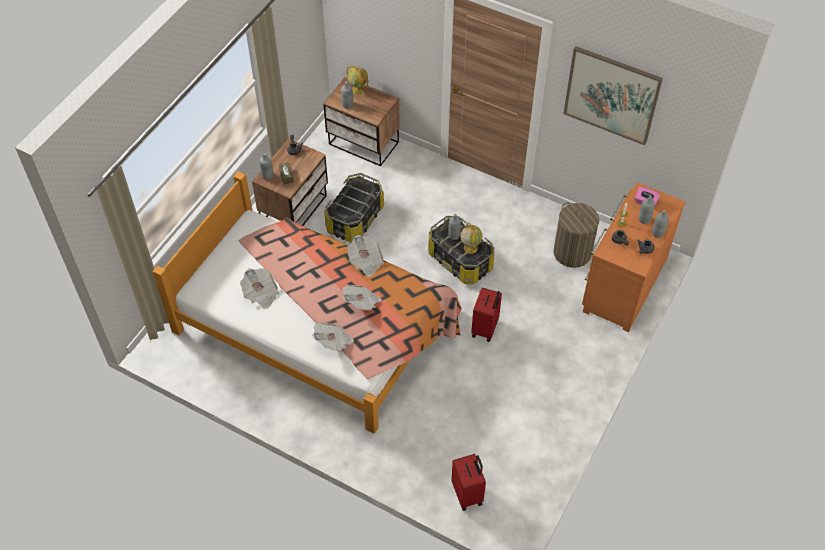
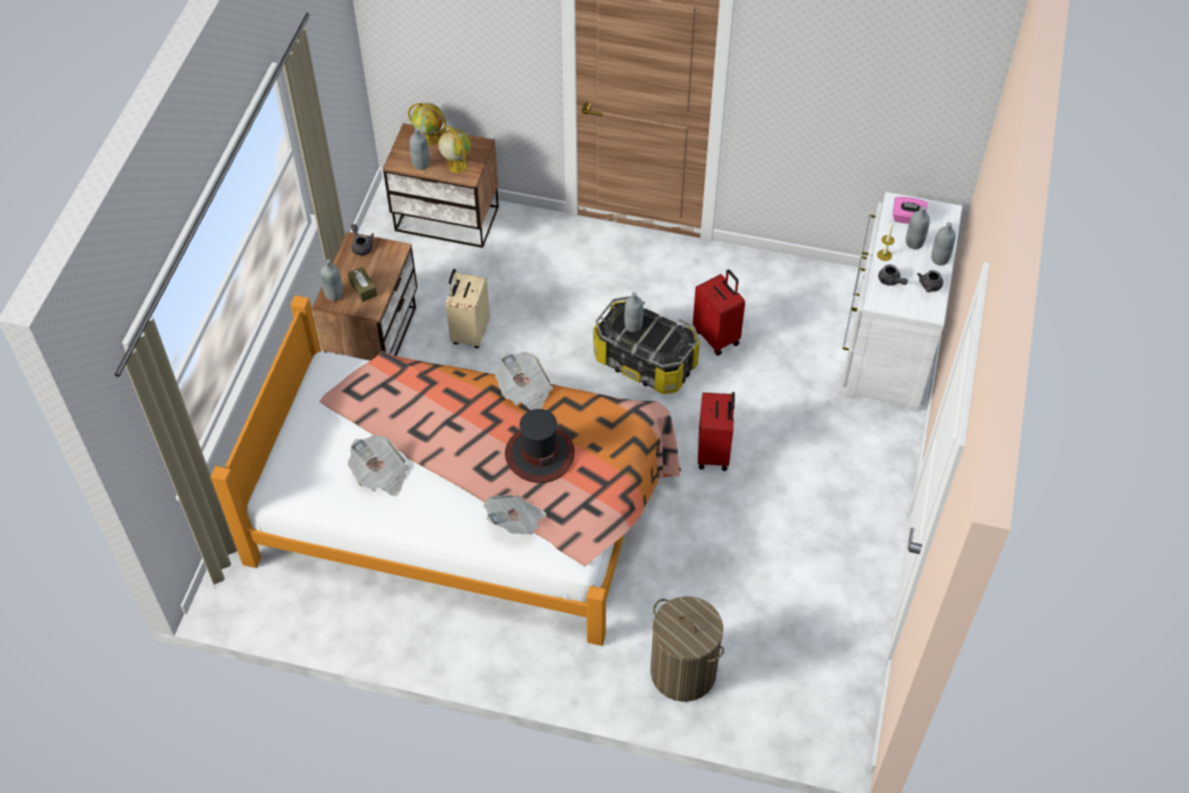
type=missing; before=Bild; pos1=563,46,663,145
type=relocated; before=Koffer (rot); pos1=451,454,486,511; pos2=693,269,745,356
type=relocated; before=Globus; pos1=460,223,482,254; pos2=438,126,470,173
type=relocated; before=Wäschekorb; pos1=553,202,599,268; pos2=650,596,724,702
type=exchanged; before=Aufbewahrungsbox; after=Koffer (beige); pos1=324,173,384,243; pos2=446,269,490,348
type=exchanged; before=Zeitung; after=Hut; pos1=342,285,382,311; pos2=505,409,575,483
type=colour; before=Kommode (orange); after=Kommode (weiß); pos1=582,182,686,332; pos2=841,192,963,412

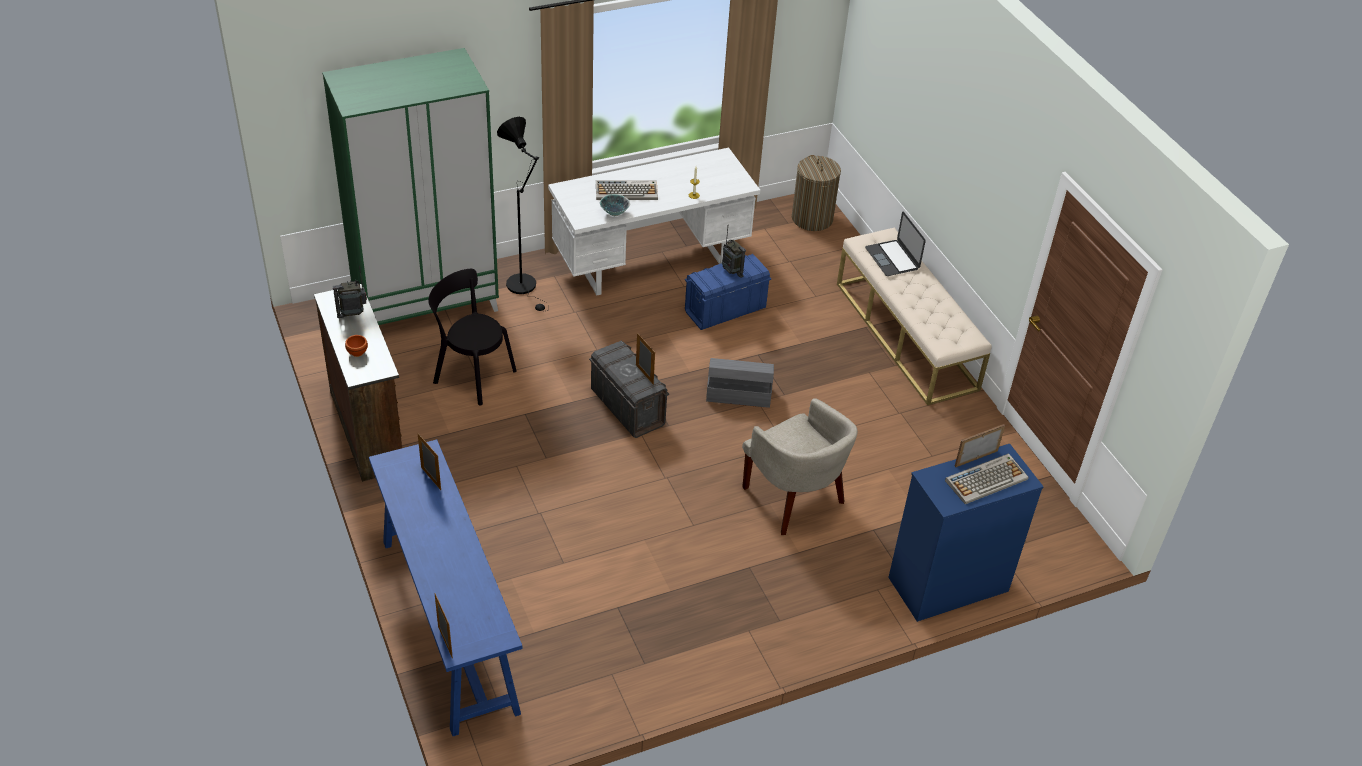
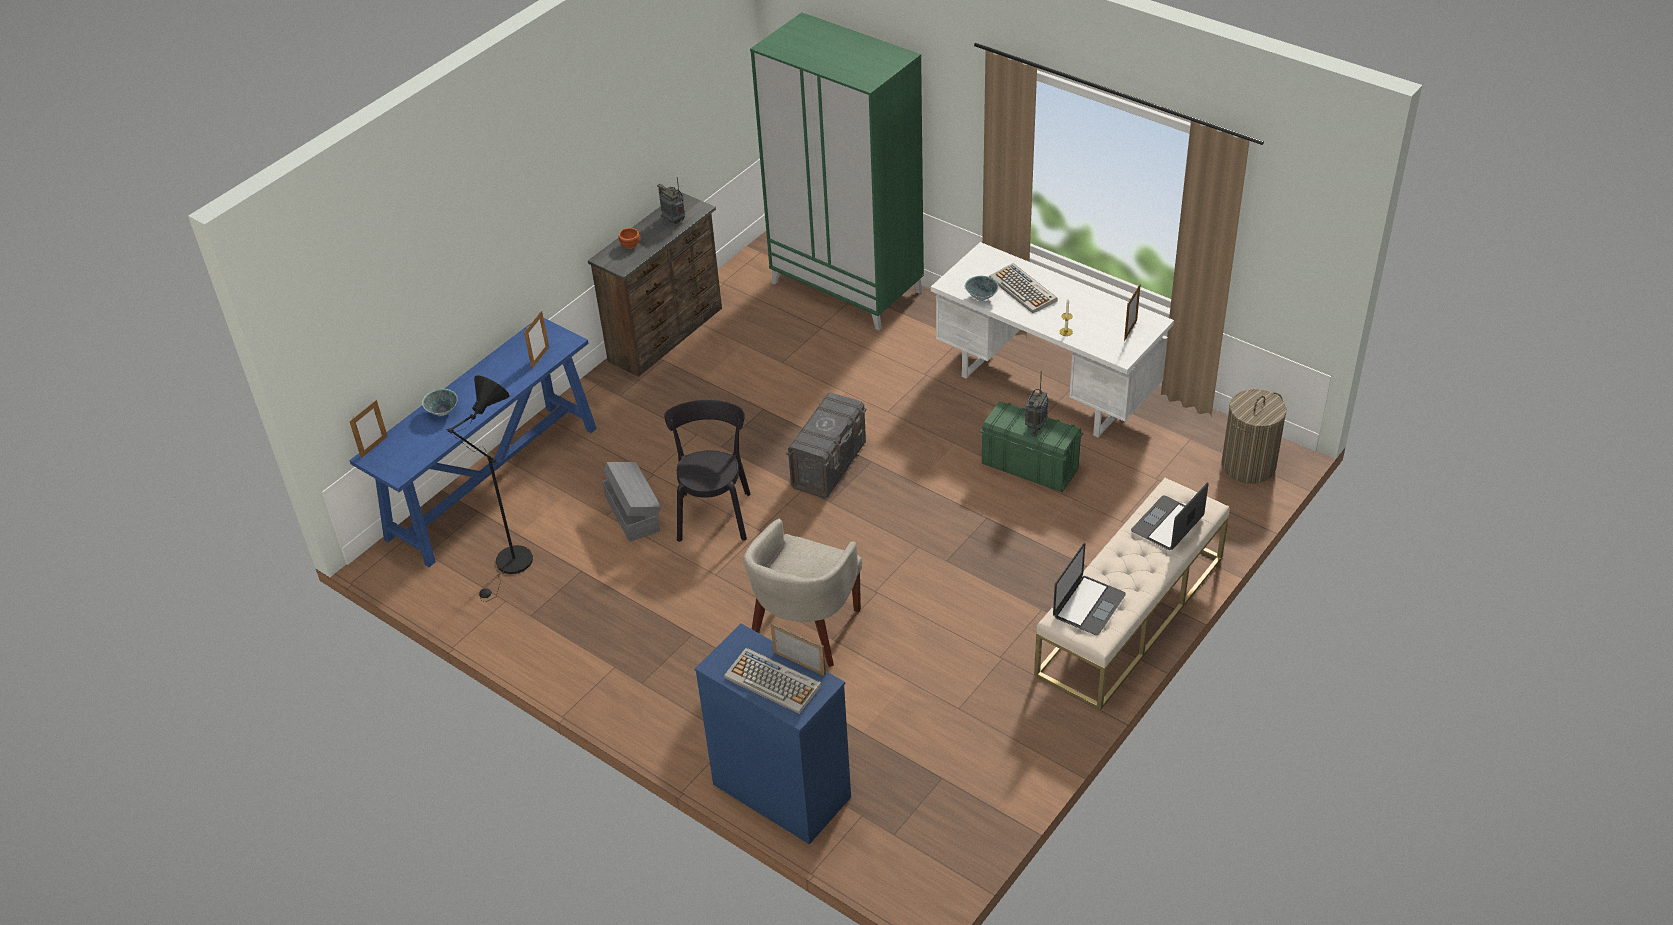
type=appeared; after=Schüssel; pos2=422,389,458,416
type=appeared; after=Laptop; pos2=1053,543,1126,635
type=relocated; before=Stuhl (schwarz); pos1=428,269,517,406; pos2=664,400,750,542
type=relocated; before=Stehlampe (schwarz); pos1=497,117,549,311; pos2=446,375,533,602
type=relocated; before=Bilderrahmen; pos1=636,333,655,385; pos2=1124,283,1141,341
type=relocated; before=Aufbewahrungsbox (grau); pos1=706,358,774,408; pos2=602,462,661,542
type=colour; before=Aufbewahrungsbox (blau); after=Aufbewahrungsbox (grün); pos1=685,254,771,330; pos2=980,401,1083,492

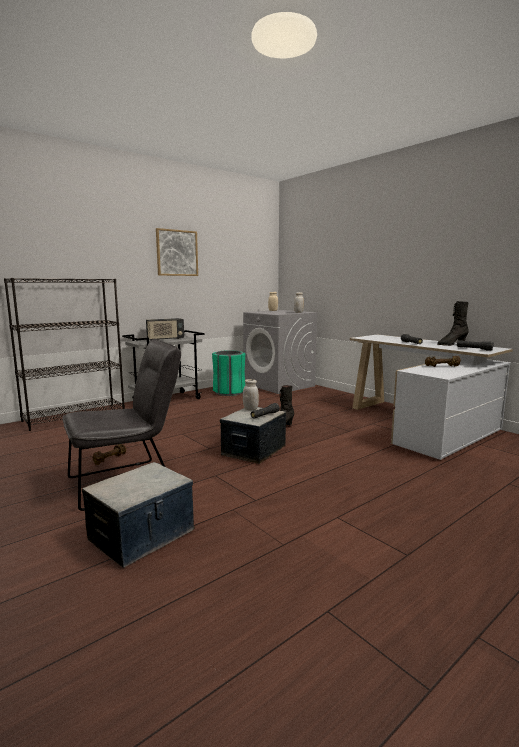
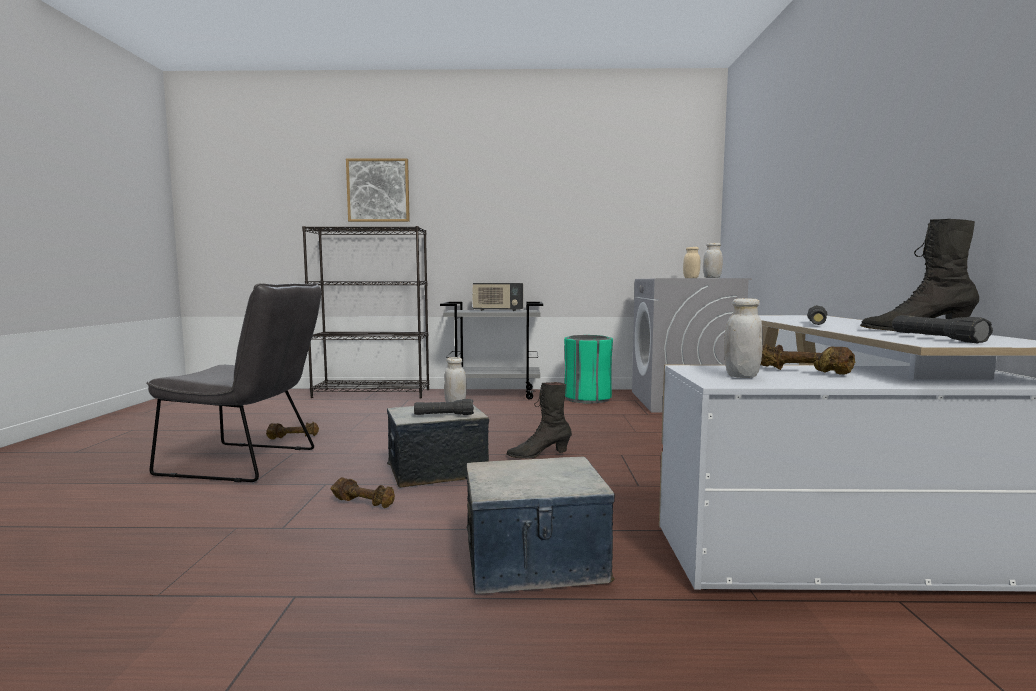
type=appeared; after=Hantel (braun); pos2=330,477,395,508
type=appeared; after=Vorratsglas (weiß); pos2=724,298,763,378
type=relocated; before=Aufbewahrungsbox; pos1=82,462,195,568; pos2=466,457,615,594
type=relocated; before=Bild; pos1=156,228,198,276; pos2=346,158,410,222

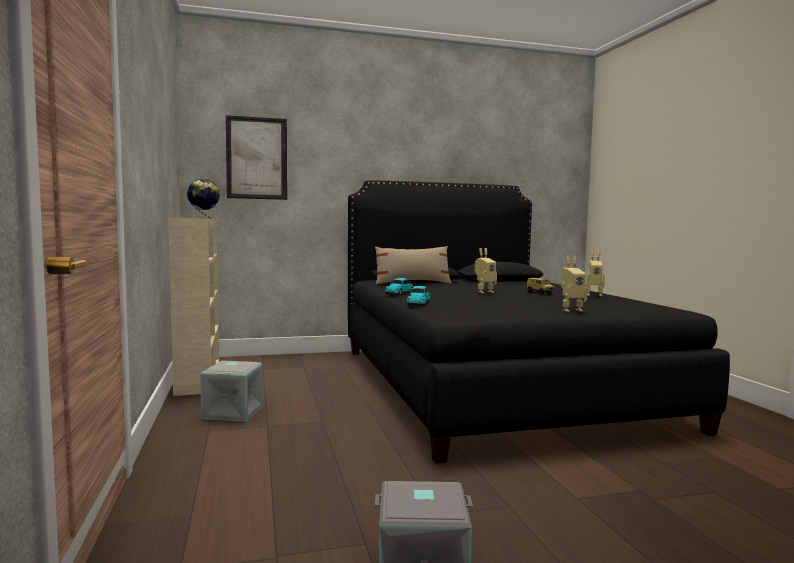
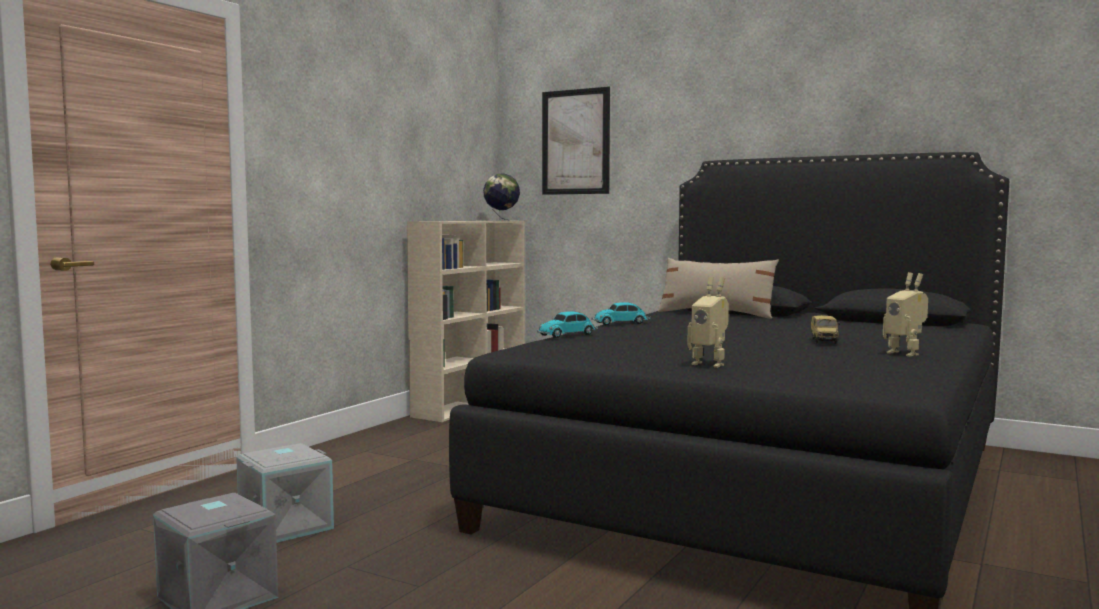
type=missing; before=Spielzeugroboter; pos1=475,248,497,293
type=relocated; before=Aufbewahrungsbox (grau); pos1=200,361,263,422; pos2=236,443,334,543

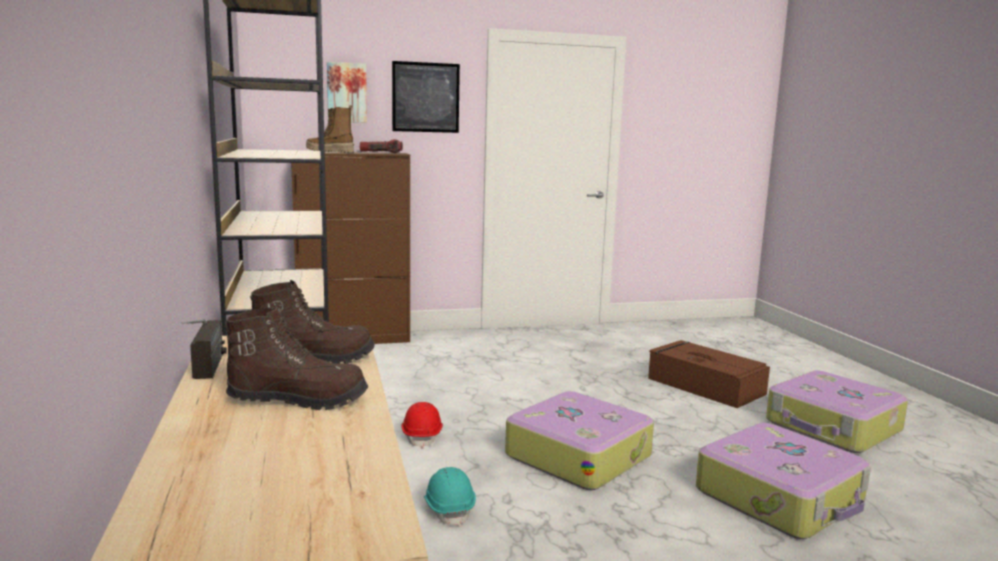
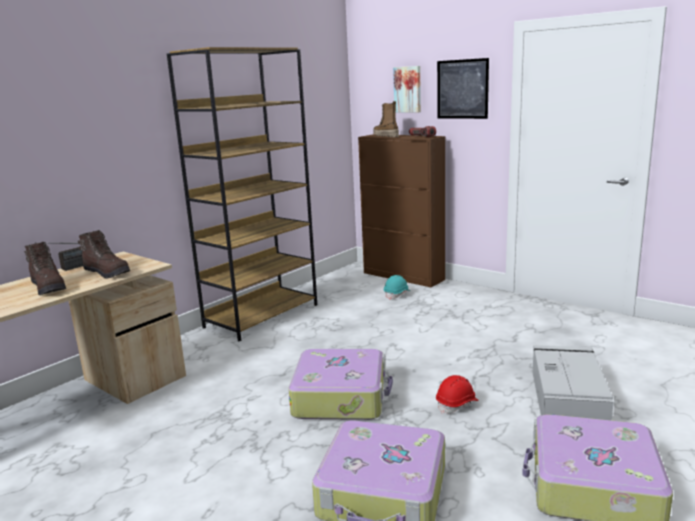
type=relocated; before=Schutzhelm (rot); pos1=402,402,443,448; pos2=436,375,479,414
type=relocated; before=Schutzhelm (türkis); pos1=424,467,476,527; pos2=384,275,410,300
type=colour; before=Aufbewahrungsbox (braun); after=Aufbewahrungsbox (grau); pos1=648,340,770,408; pos2=533,345,613,421

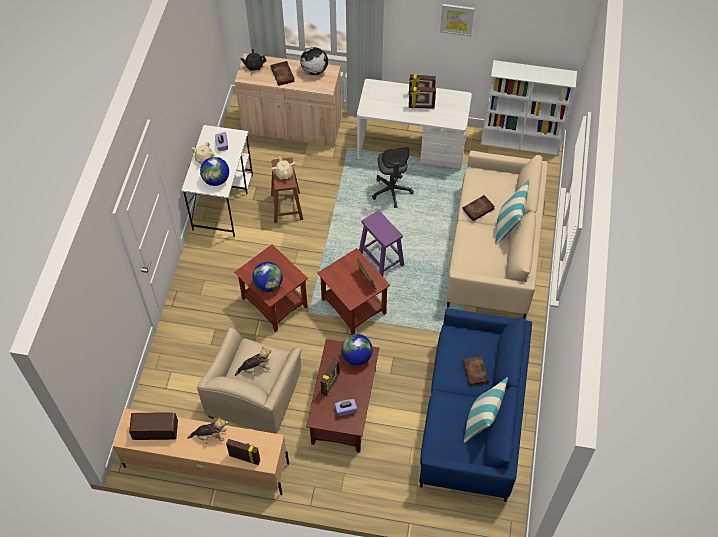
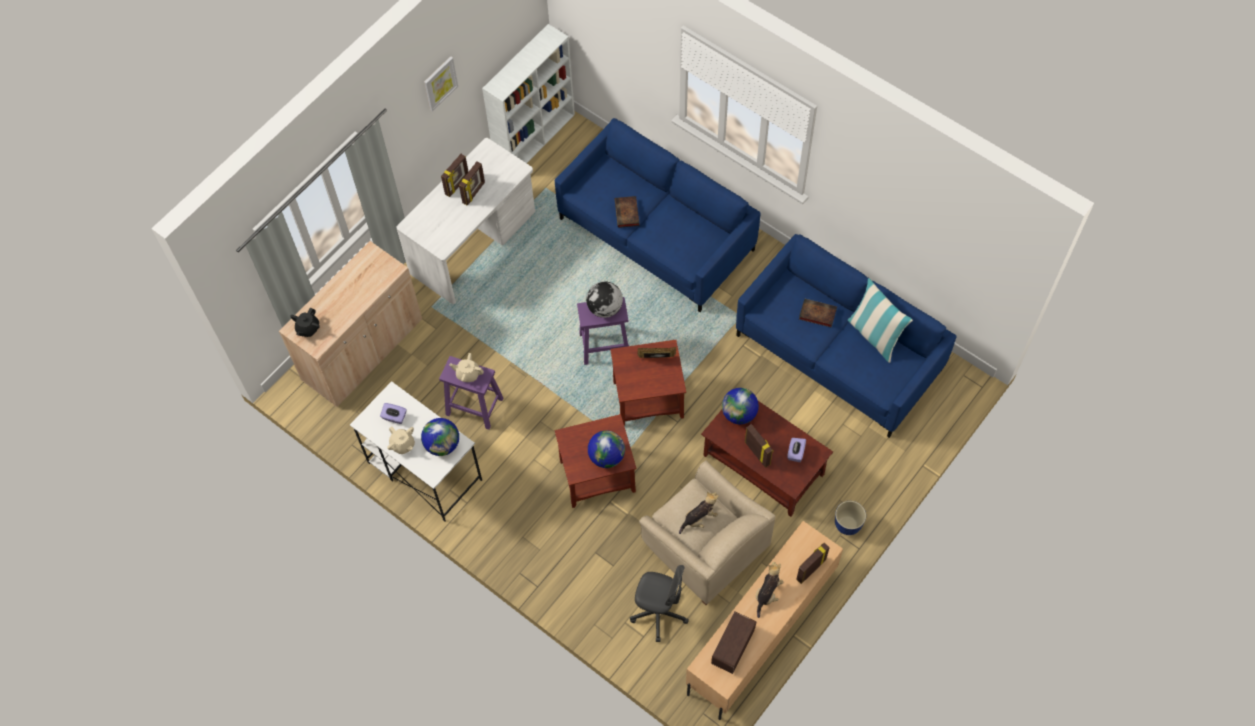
type=missing; before=Buch; pos1=270,61,295,86
type=missing; before=Kissen; pos1=496,180,529,245
type=appeared; after=Pflanzkübel; pos2=835,501,866,535
type=relocated; before=Globus; pos1=300,47,328,75; pos2=586,281,623,318
type=relocated; before=Bürostuhl (grau); pos1=372,147,414,208; pos2=630,565,689,642
type=colour; before=Hocker (braun); after=Hocker (lila); pos1=271,158,303,223; pos2=439,356,503,430
type=colour; before=Sofa (beige); after=Sofa (blau); pos1=447,151,548,318; pos2=555,118,761,312
type=spun; before=Plüschtier; pos1=235,346,272,376; pos2=679,492,718,534; turn=45

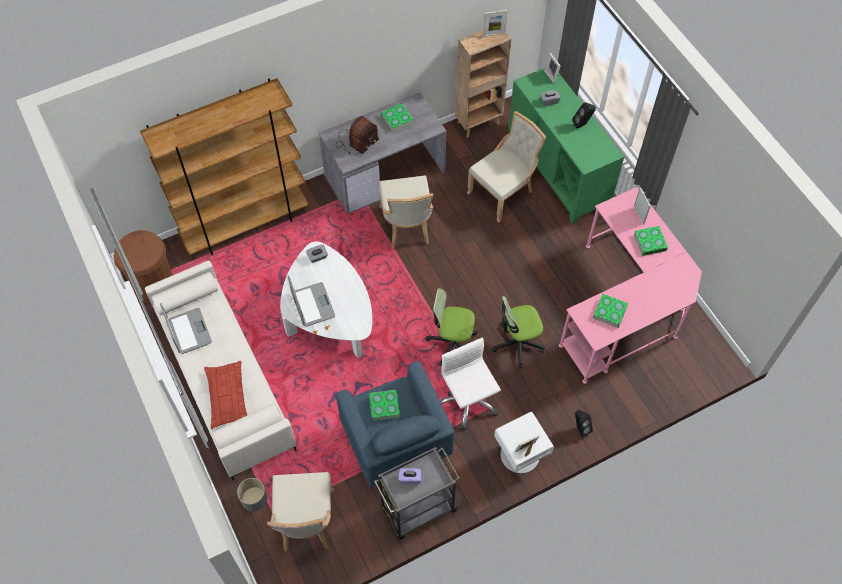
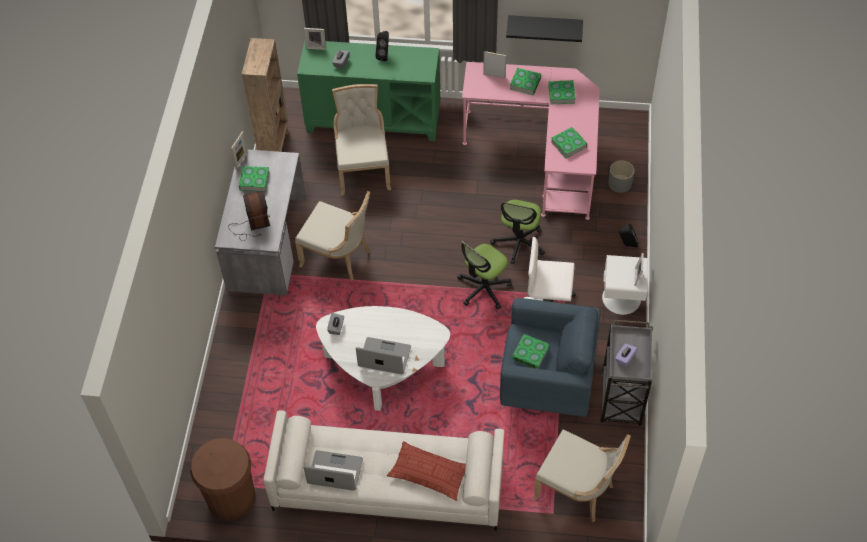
type=missing; before=Bücherregal (braun); pos1=140,78,309,255
type=appeared; after=Wandregal (schwarz); pos2=506,15,583,42
type=appeared; after=Buch; pos2=548,80,576,104
type=relocated; before=Pflanzkübel (grau); pos1=237,478,267,512; pos2=608,160,635,193
type=relocated; before=Bilderrahmen; pos1=483,10,507,37; pos2=231,131,248,170

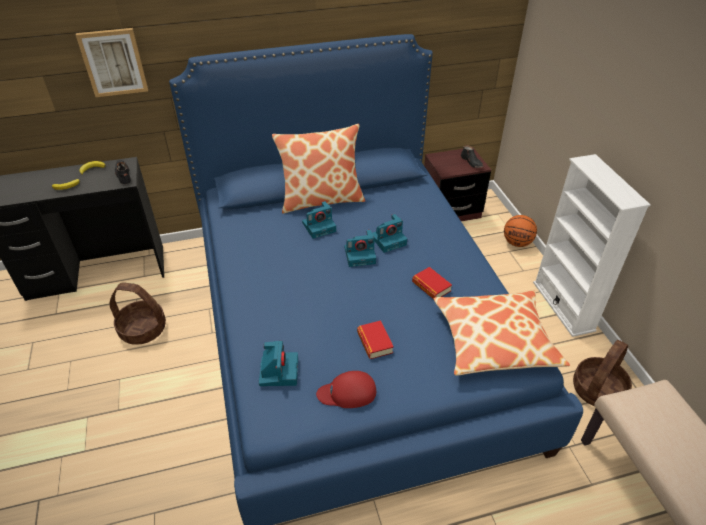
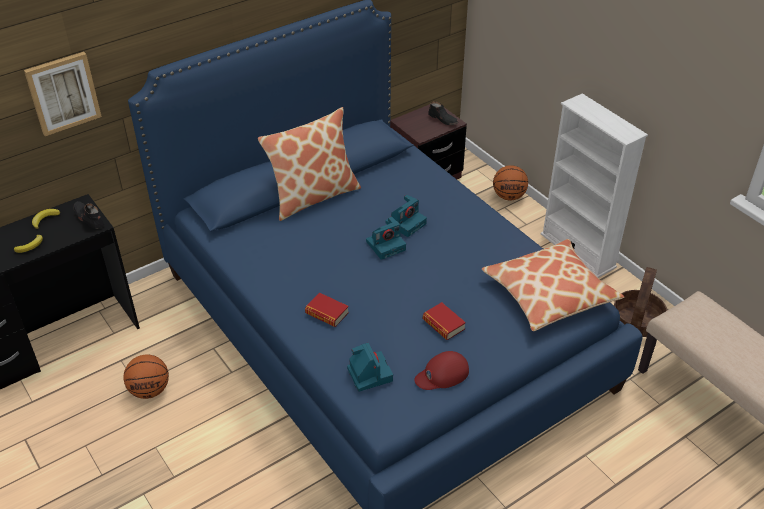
type=missing; before=Kamera; pos1=302,201,336,239
type=relocated; before=Buch; pos1=412,267,452,299; pos2=305,292,349,327
type=exchanged; before=Korb; after=Basketball; pos1=110,282,166,345; pos2=123,354,169,399

